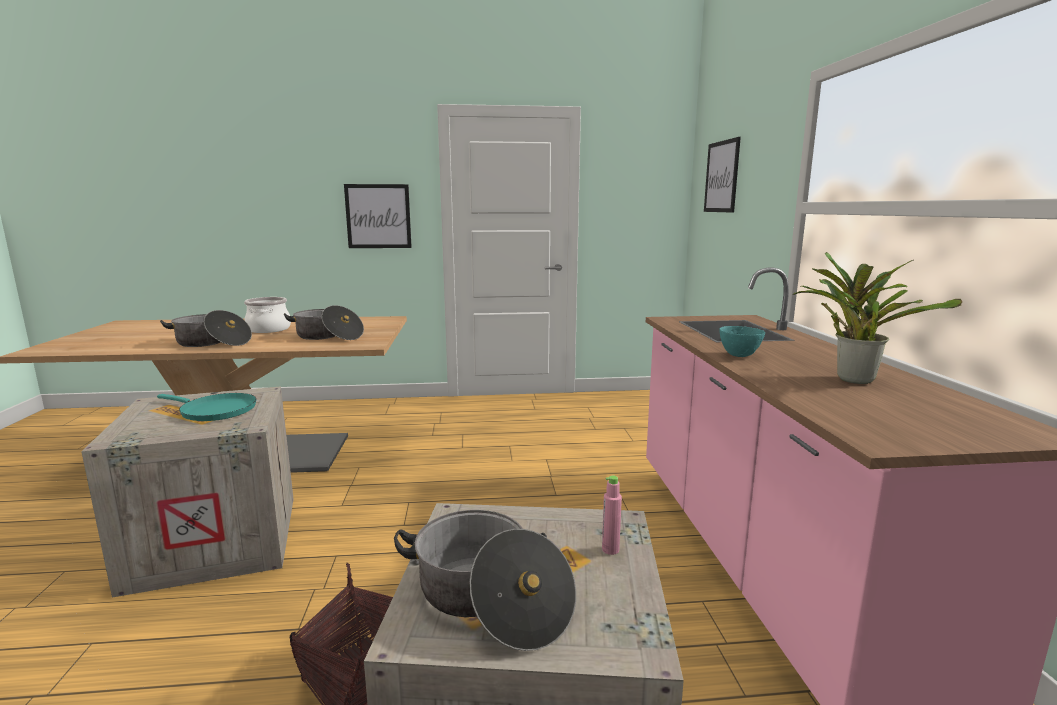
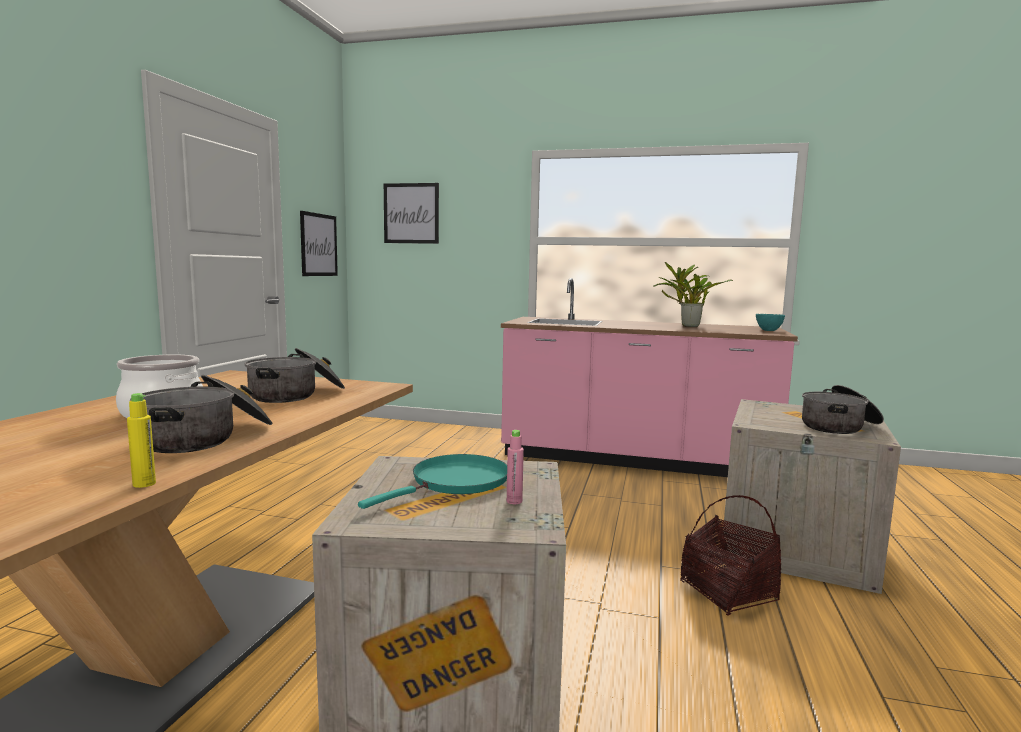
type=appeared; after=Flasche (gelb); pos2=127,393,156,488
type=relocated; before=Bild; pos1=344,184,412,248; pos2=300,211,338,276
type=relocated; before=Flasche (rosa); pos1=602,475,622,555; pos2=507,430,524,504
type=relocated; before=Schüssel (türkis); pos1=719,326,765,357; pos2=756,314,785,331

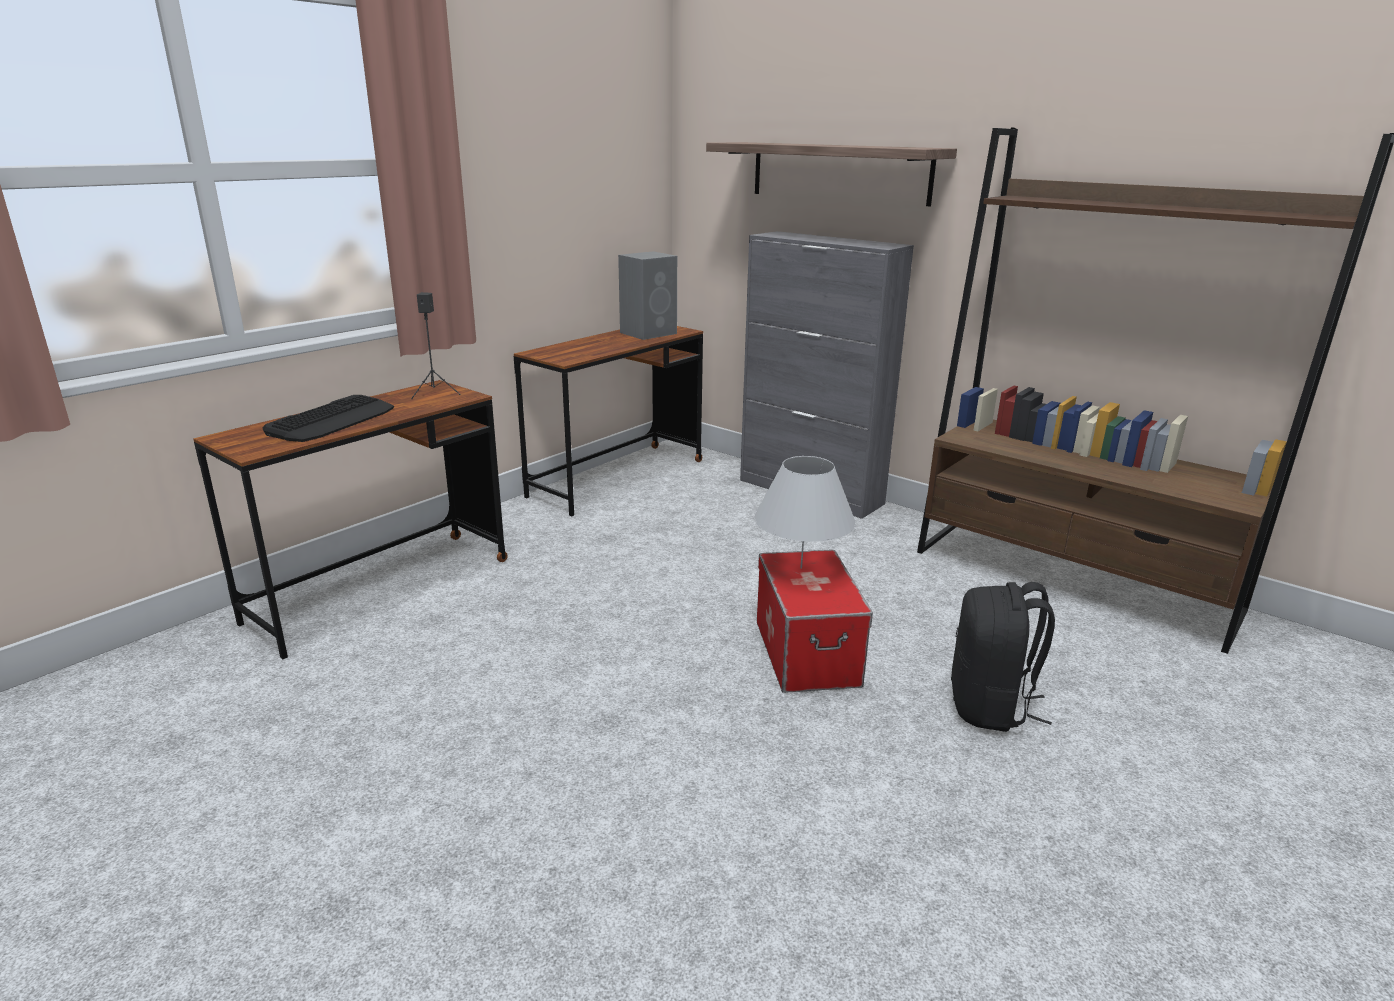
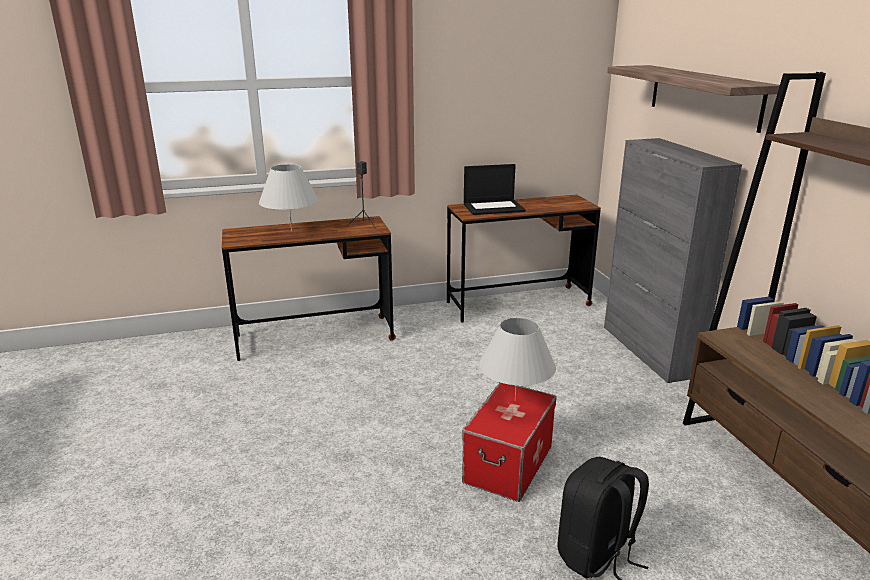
type=missing; before=Lautsprecher (grau); pos1=618,251,677,340
type=appeared; after=Laptop; pos2=464,164,526,215
type=exchanged; before=Tastatur; after=Tischlampe (weiß); pos1=262,395,394,442; pos2=259,164,319,232

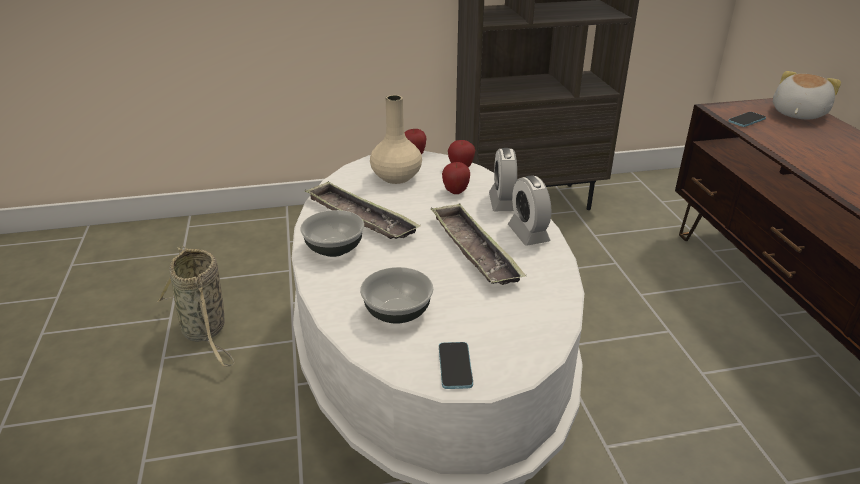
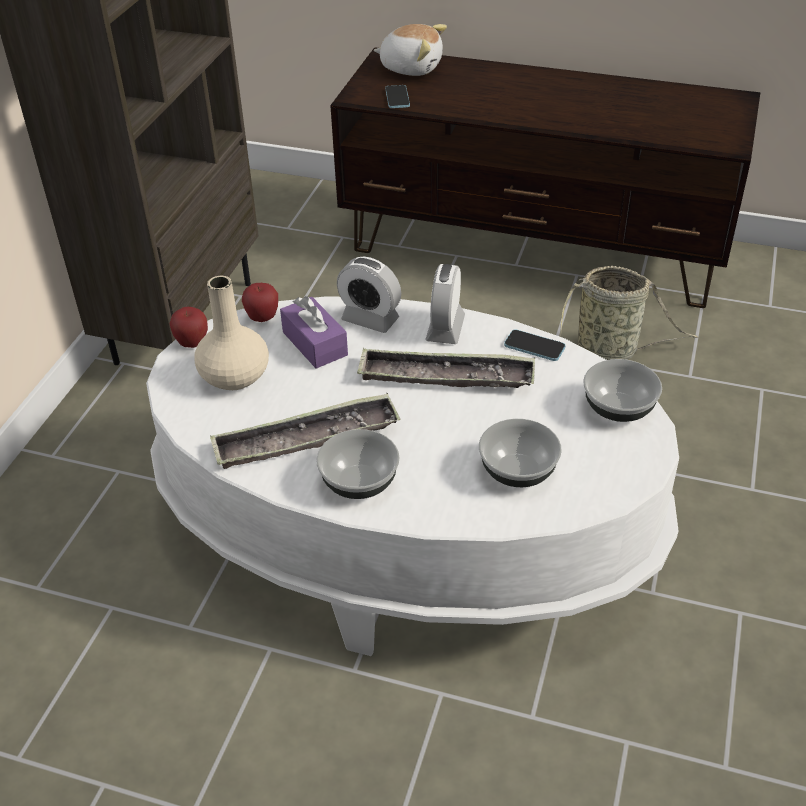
type=appeared; after=Schüssel; pos2=583,359,662,422
type=relocated; before=Korb; pos1=157,246,235,367; pos2=560,266,699,360
type=relocated; before=Handy; pos1=439,342,473,389; pos2=504,330,565,361
type=exchanged; before=Apfel; after=Taschentuchbox (lila); pos1=442,162,470,194; pos2=280,296,348,369
type=spun; before=Wecker; pos1=508,176,551,246; pos2=425,264,465,344; turn=90
type=spun; before=Plüschtier; pos1=773,71,841,119; pos2=374,24,447,76; turn=135

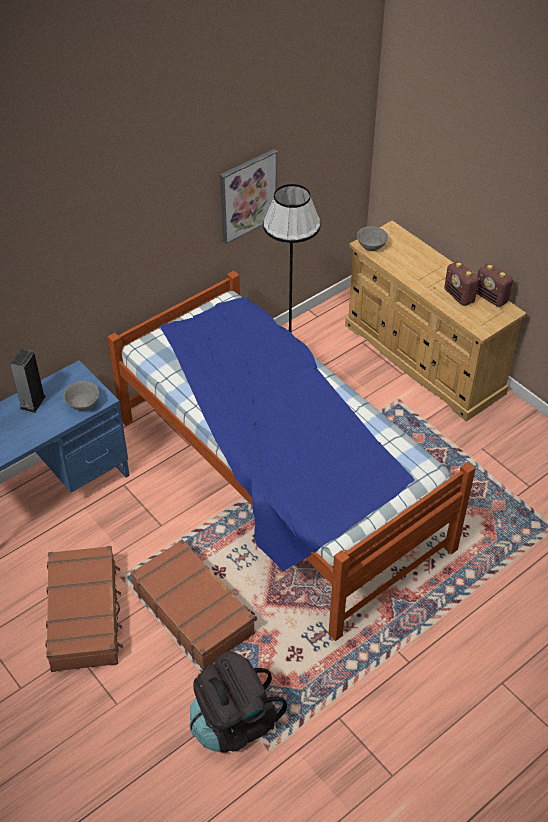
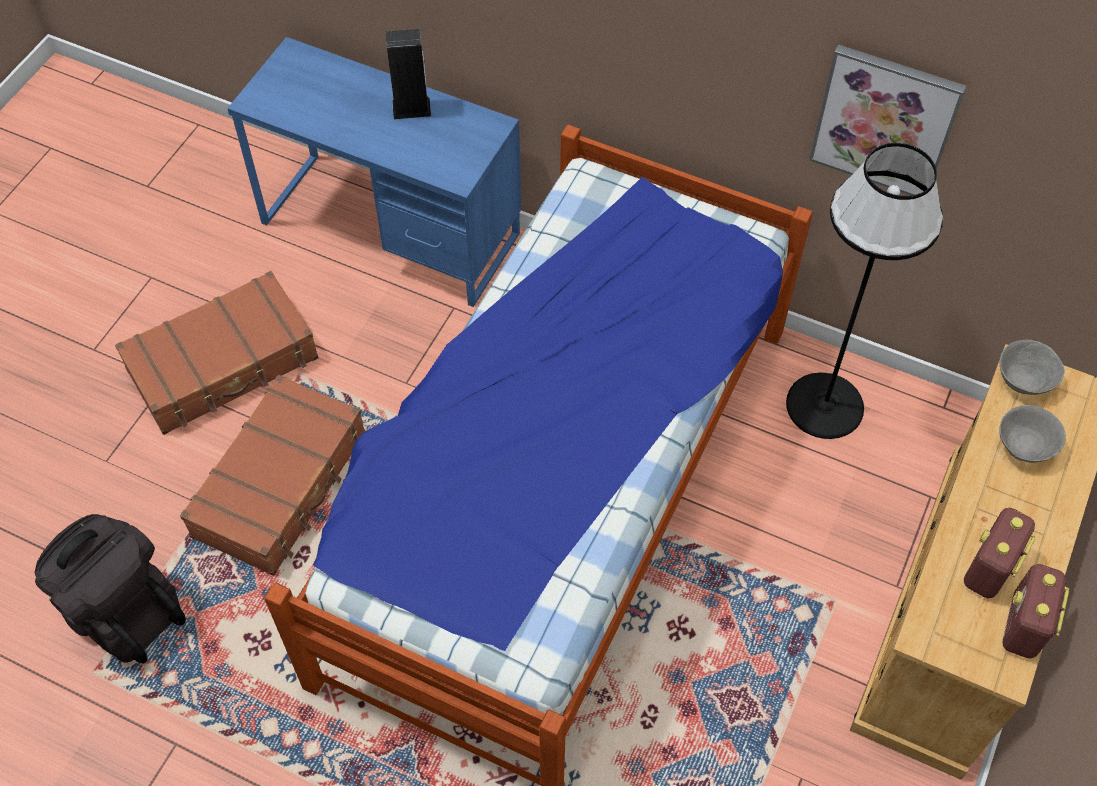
type=relocated; before=Schüssel (grau); pos1=64,381,99,411; pos2=999,405,1066,463

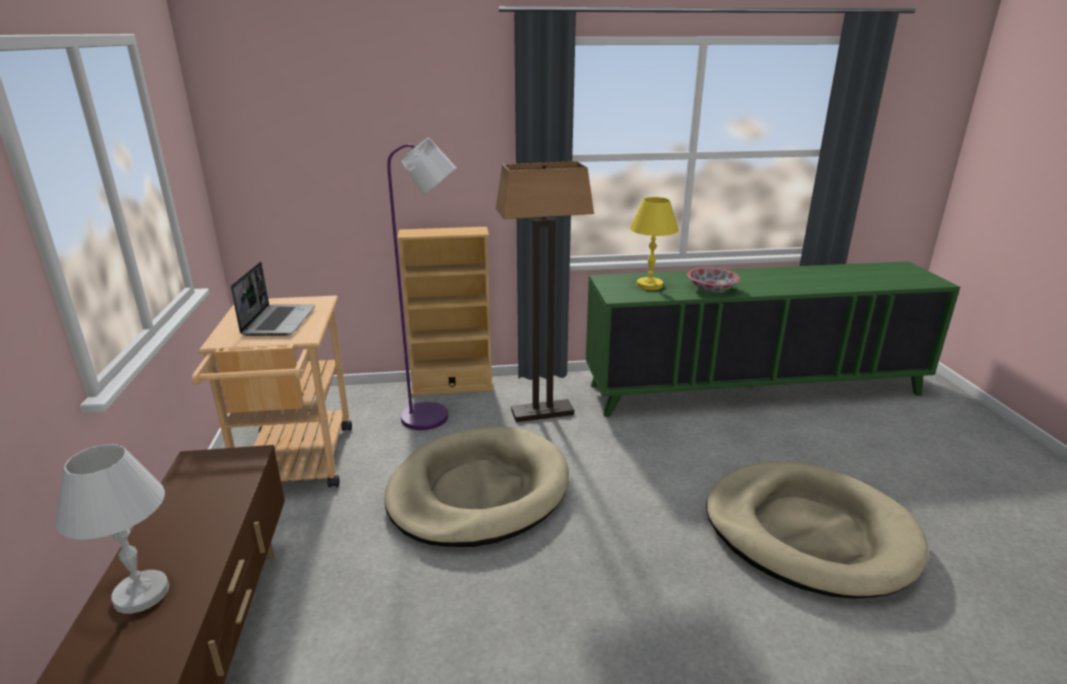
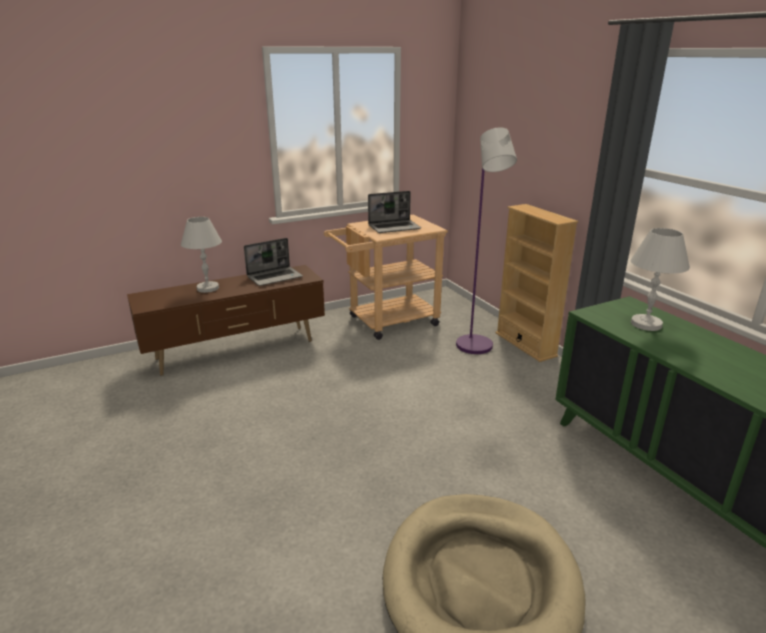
type=missing; before=Hundebett (beige); pos1=384,427,569,547
type=missing; before=Stehlampe; pos1=496,161,594,422
type=missing; before=Schüssel; pos1=687,268,740,292
type=appeared; after=Laptop; pos2=244,238,303,286
type=colour; before=Tischlampe (gelb); after=Tischlampe (weiß); pos1=630,197,679,290; pos2=631,228,690,331

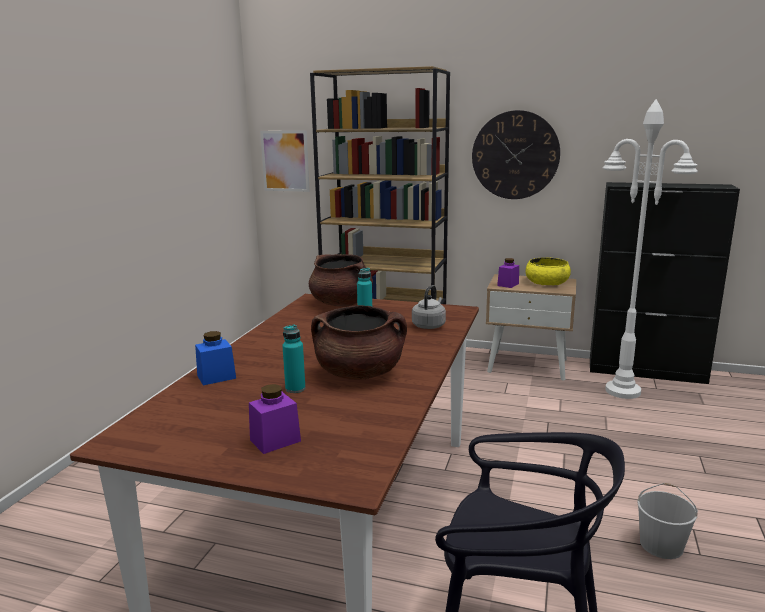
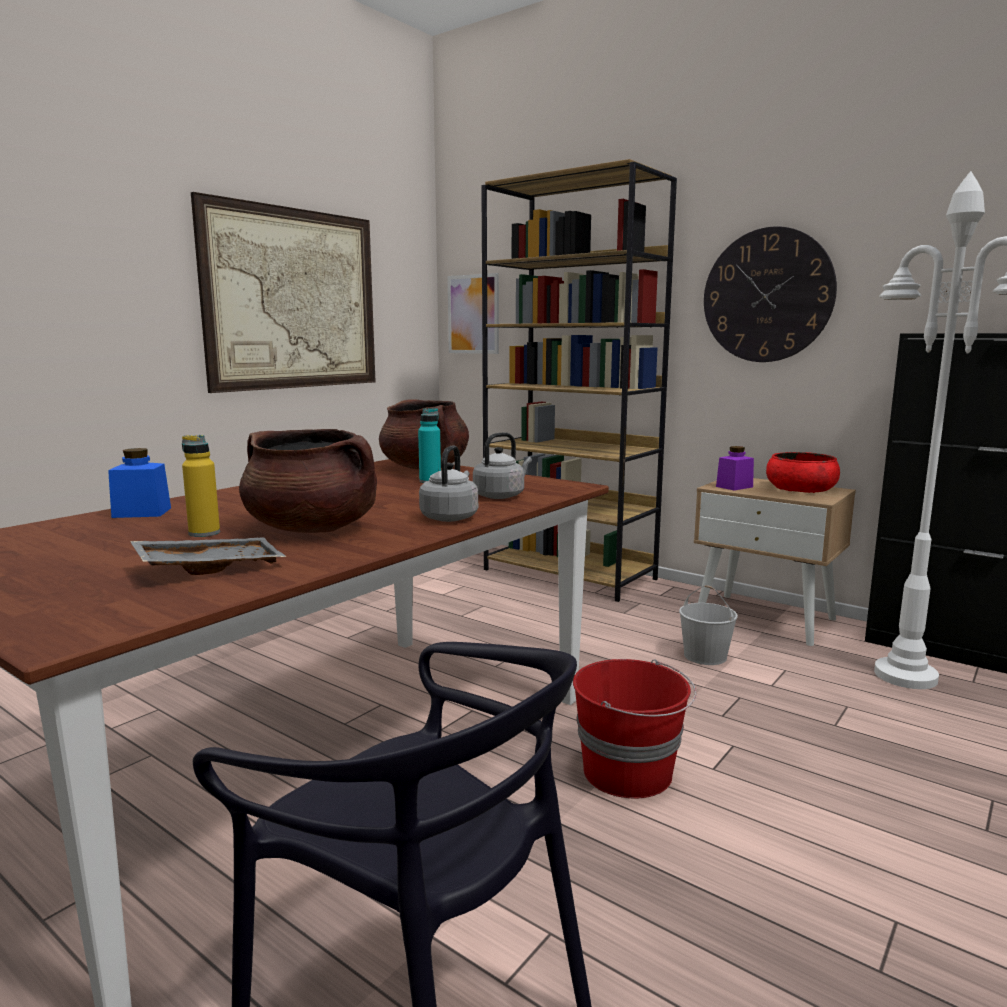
type=missing; before=Vorratsglas (lila); pos1=249,384,301,454
type=appeared; after=Tablett (grau); pos2=130,537,286,575
type=appeared; after=Bild; pos2=191,192,376,393
type=appeared; after=Wasserkessel (grau); pos2=419,445,478,522
type=appeared; after=Eimer (rot); pos2=573,659,697,798
type=relocated; before=Eimer (weiß); pos1=637,483,698,559; pos2=679,585,738,665
type=colour; before=Flasche (türkis); after=Flasche (gelb); pos1=282,325,305,393; pos2=182,435,220,537
type=colour; before=Schüssel (gelb); after=Schüssel (rot); pos1=525,257,571,286; pos2=766,452,840,493

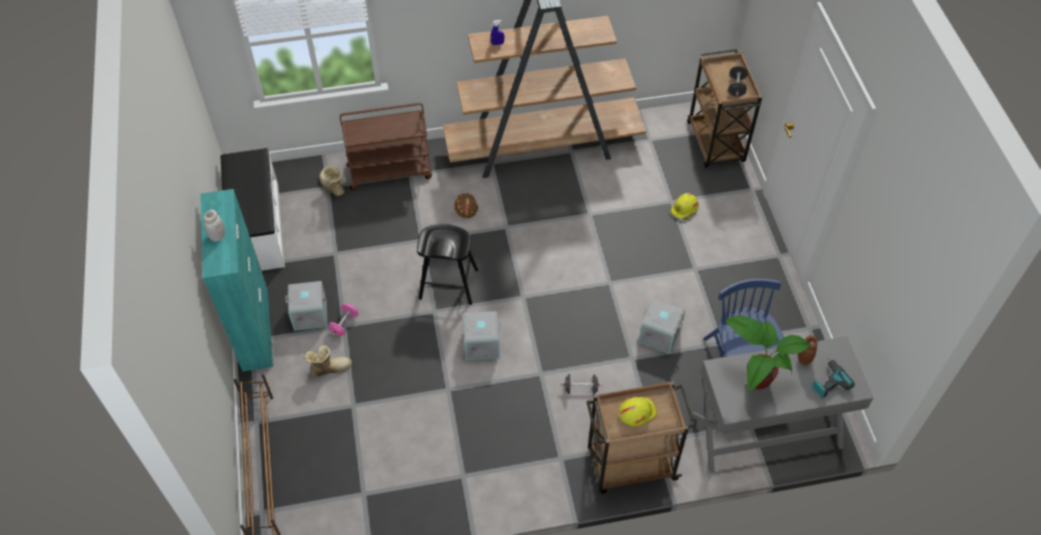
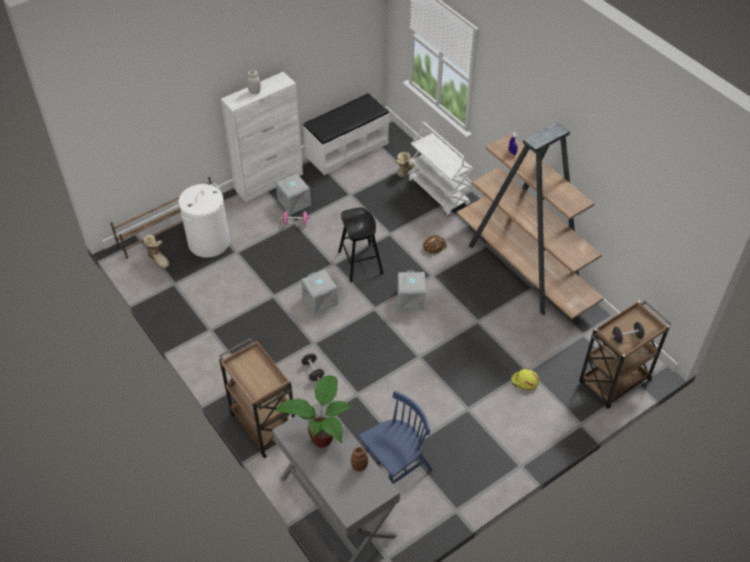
type=missing; before=Schutzhelm (gelb); pos1=619,397,656,426
type=missing; before=Bohrmaschine; pos1=812,359,855,398
type=appeared; after=Wäschekorb (weiß); pos2=179,184,230,258
type=relocated; before=Stiefel; pos1=304,345,352,376; pos2=143,234,170,269
type=relocated; before=Aufbewahrungsbox (grau); pos1=638,298,685,354; pos2=397,270,426,310
type=colour; before=Schrank (türkis); after=Schrank (weiß); pos1=200,189,273,372; pos2=221,72,303,202
type=colour; before=Rollwagen (braun); after=Rollwagen (weiß); pos1=340,103,432,190; pos2=408,122,473,217

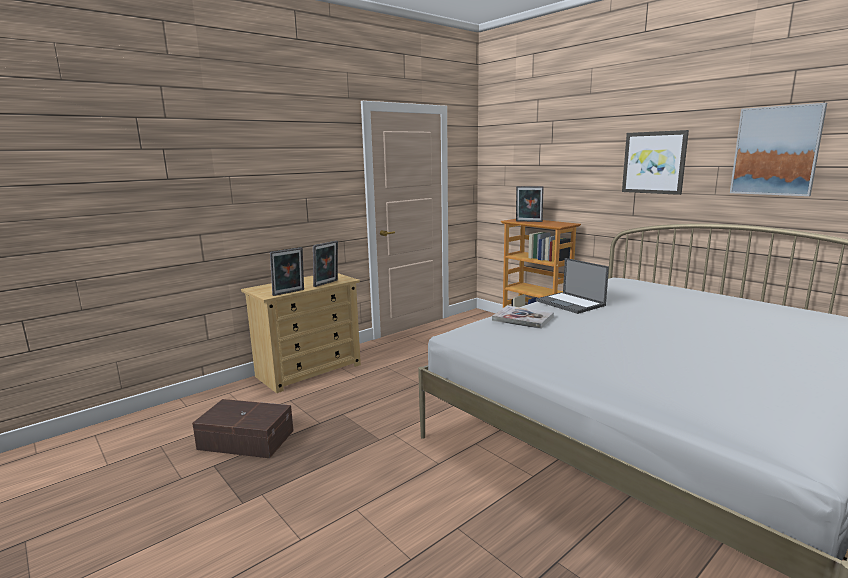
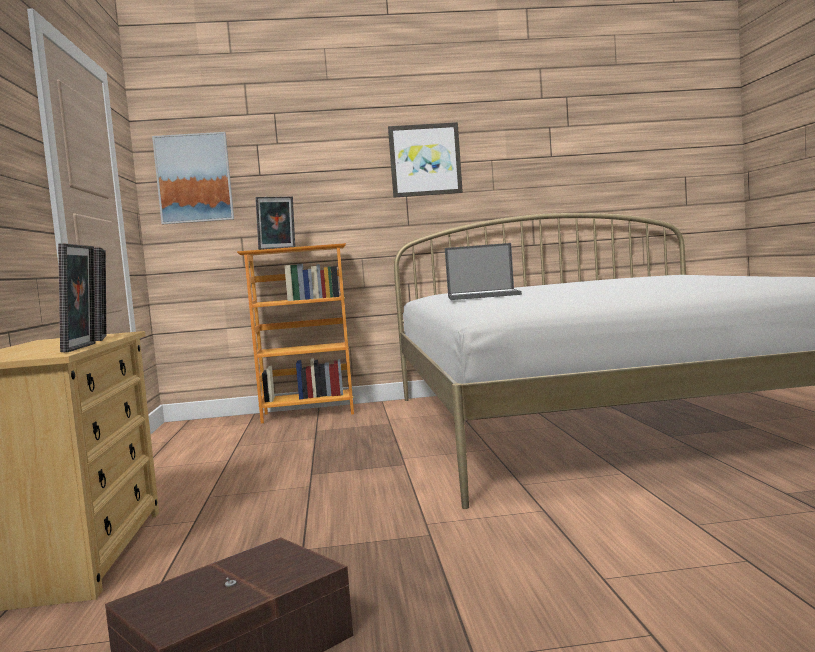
type=missing; before=Buch; pos1=492,306,554,329
type=relocated; before=Bild; pos1=730,103,827,196; pos2=152,132,234,224

